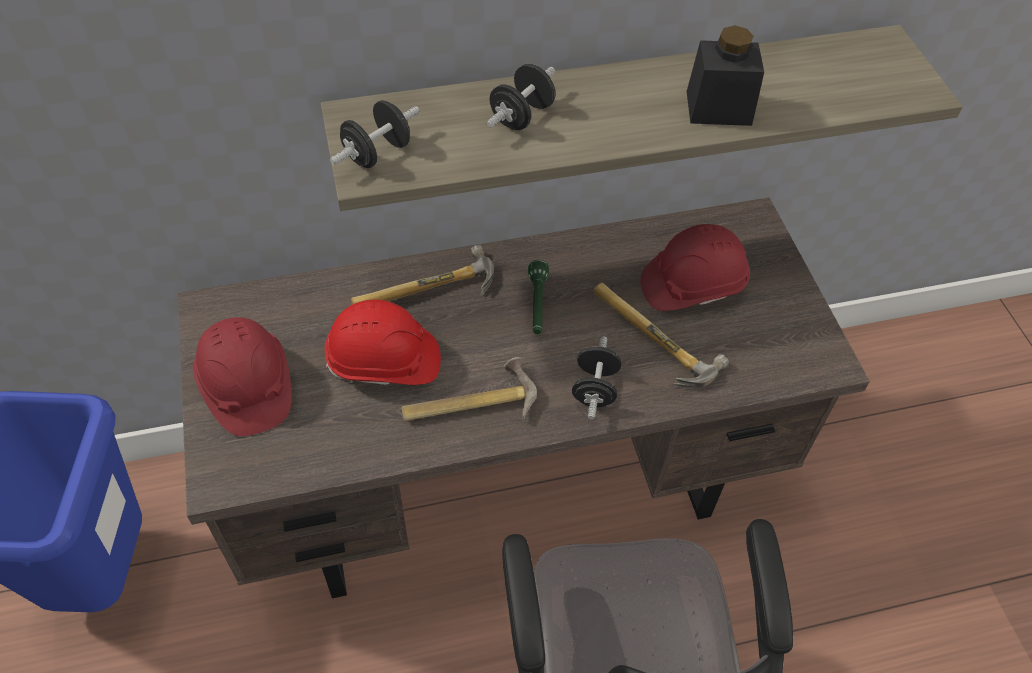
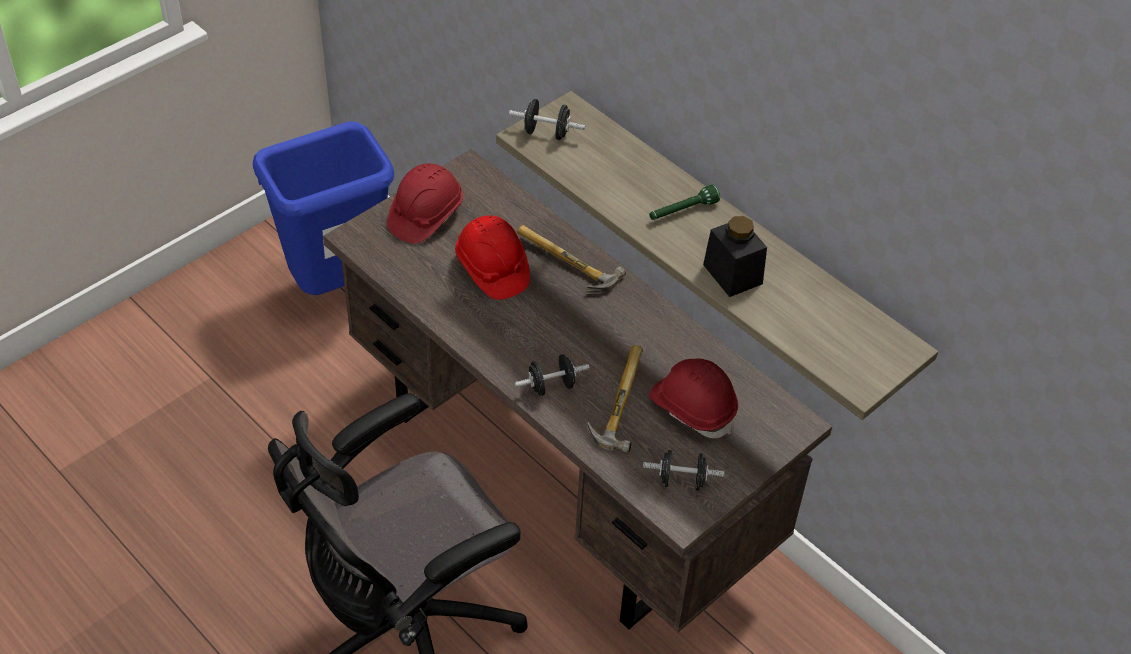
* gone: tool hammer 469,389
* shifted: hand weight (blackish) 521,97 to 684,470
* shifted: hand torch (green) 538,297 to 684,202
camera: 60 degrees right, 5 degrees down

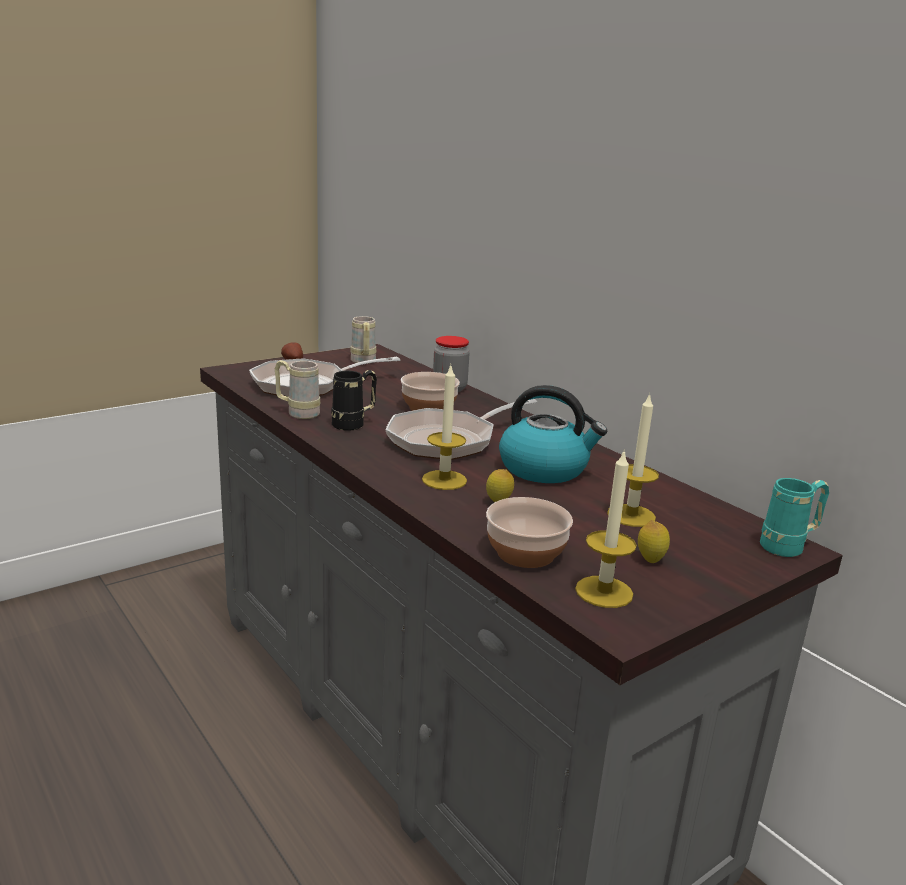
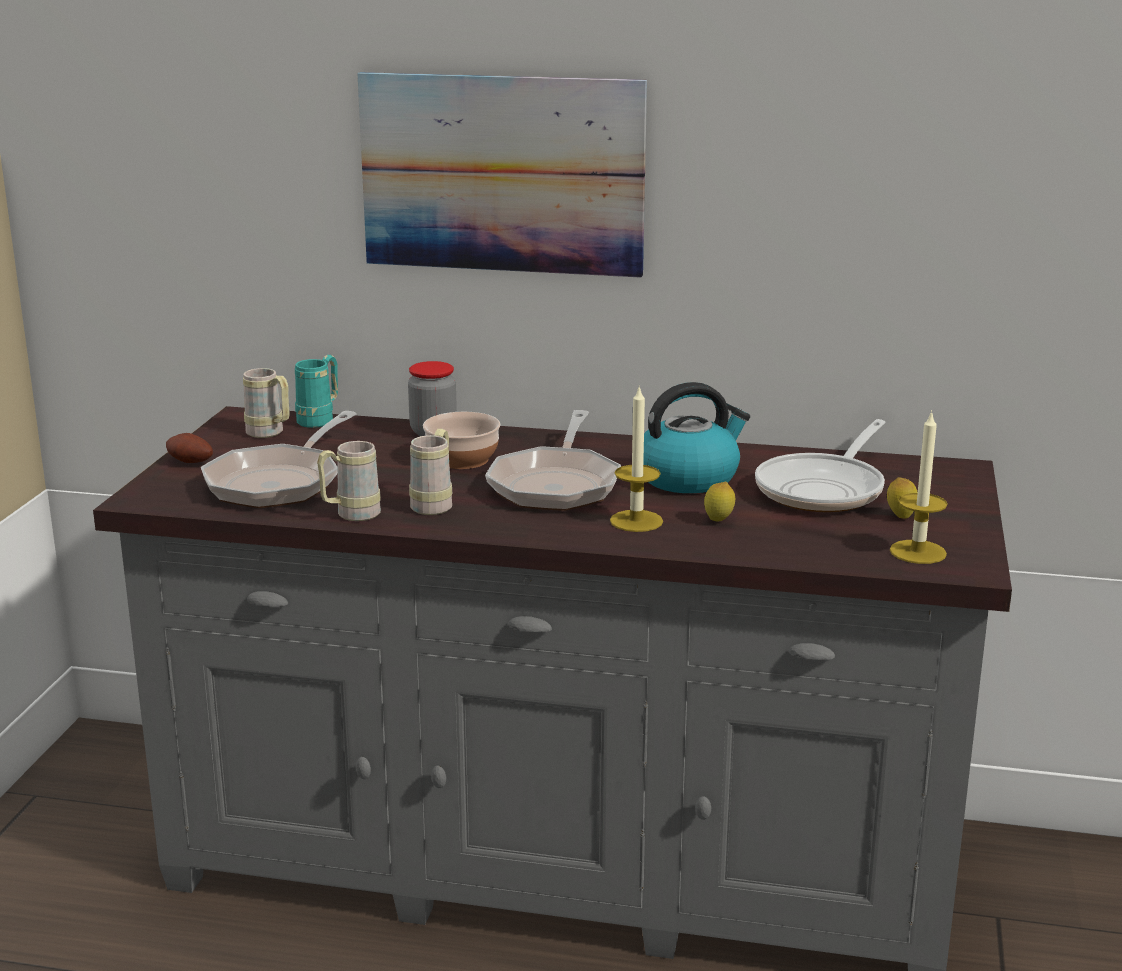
* repainted: tea mug (blackish) 354,400 to tea mug (beige) 431,472
* gone: serving bowl 529,532
* swapped: wax light 633,460 to frying pan 820,465
* shifted: tea mug (turquoise) 794,517 to 316,391
* new: picture 502,175
camera: 40 degrees left, 0 degrees up

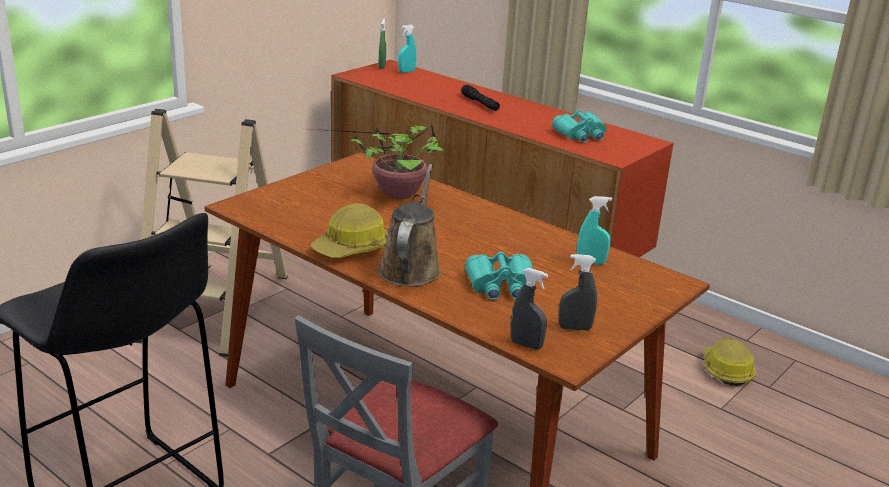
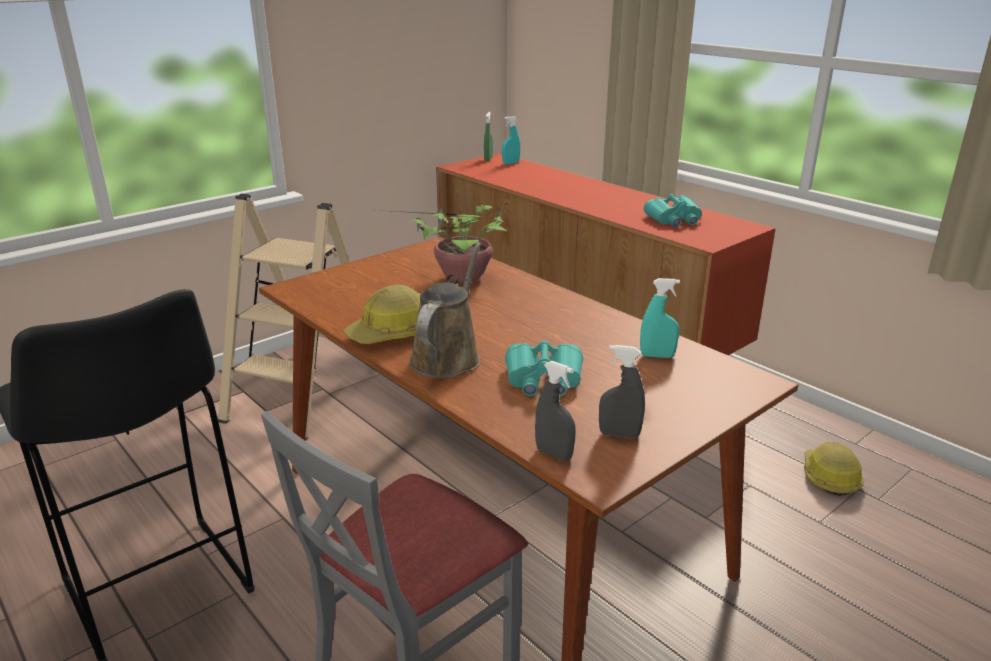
* gone: hand torch (blackish) 480,98
camera: 10 degrees right, 0 degrees up

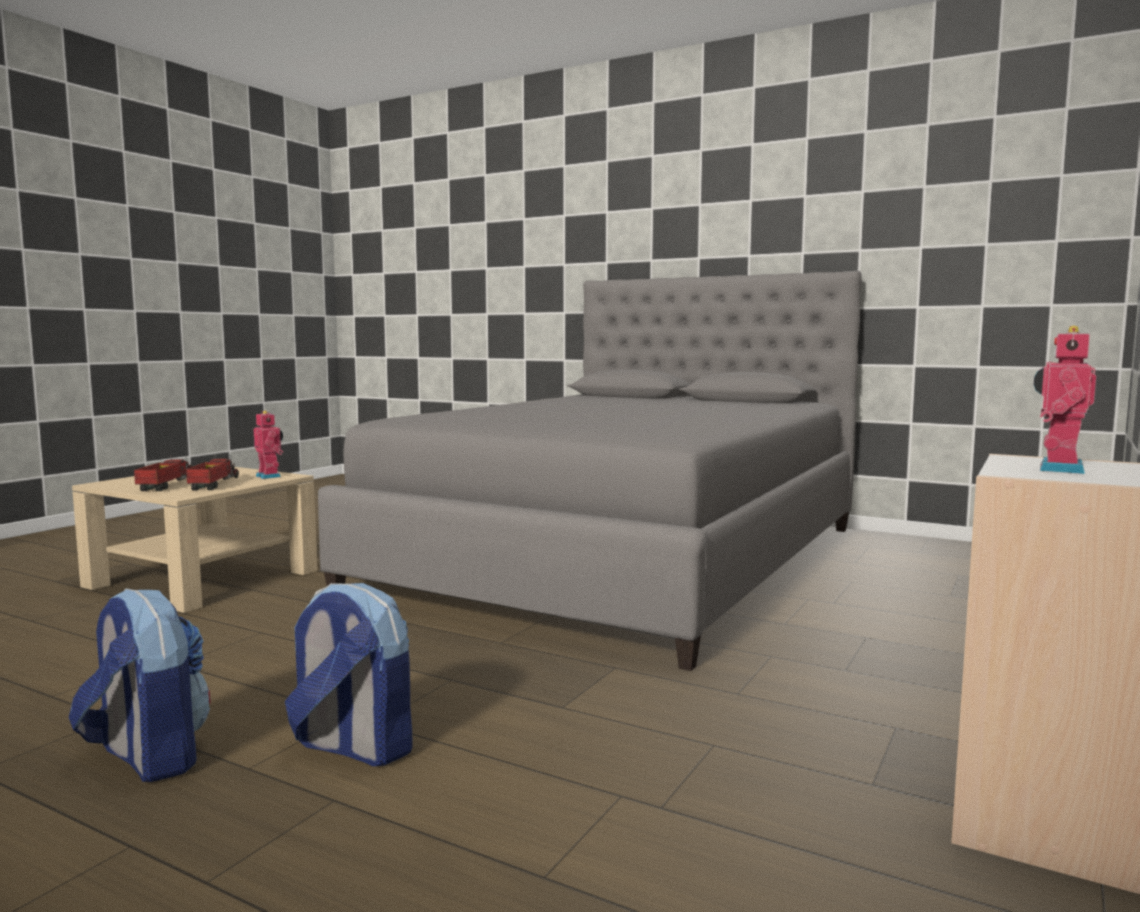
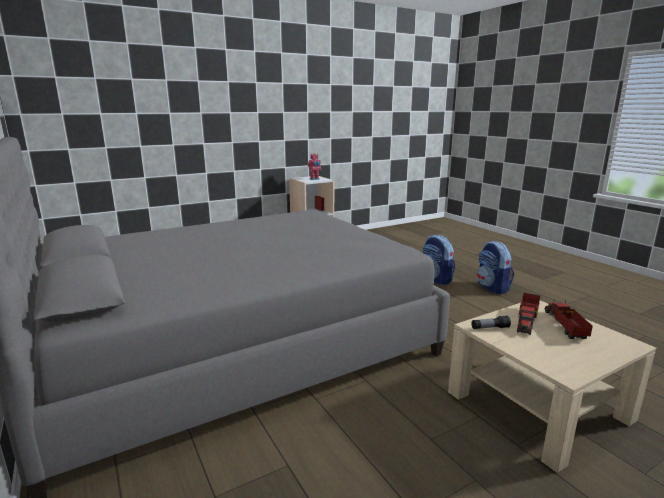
* rotated: toy truck 163,473 = 569,319 150 degrees clockwise
* swapped: robot figure 268,445 to hand torch 491,322
camera: 150 degrees left, 10 degrees up

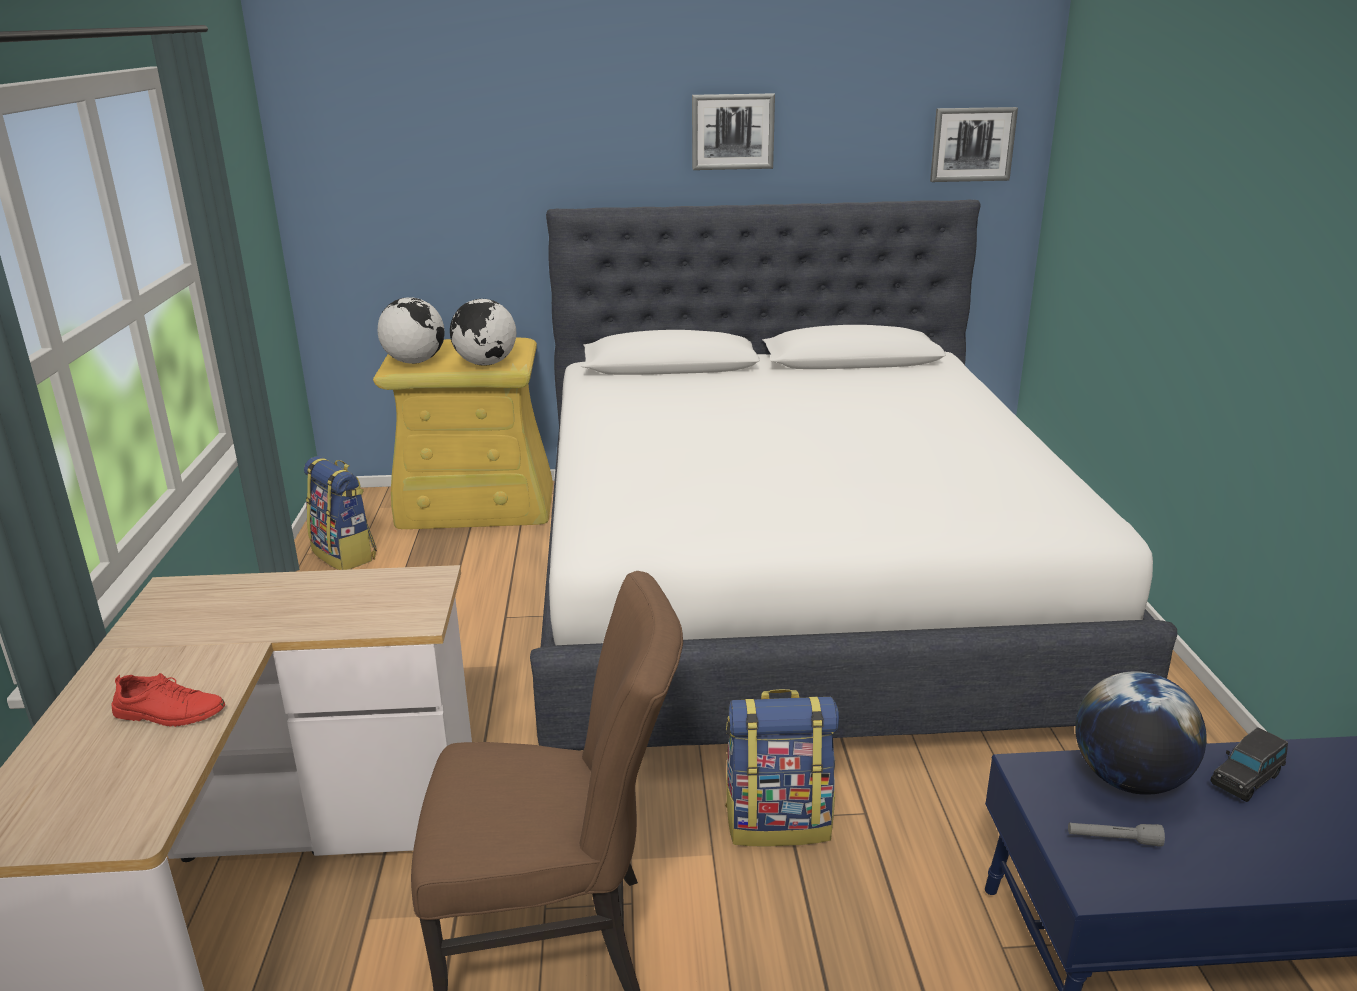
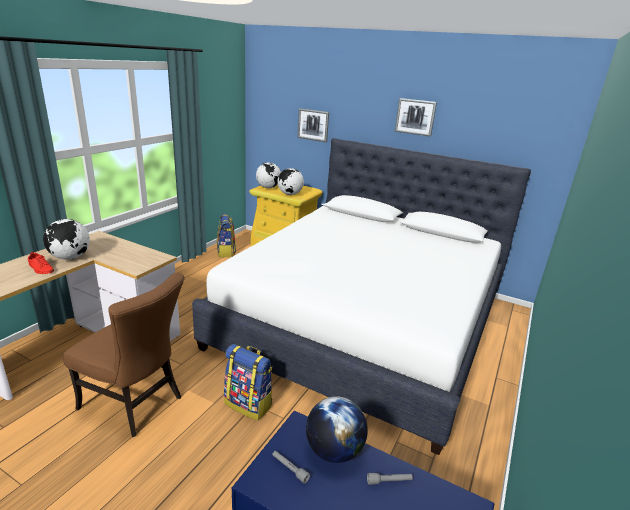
* shifted: picture 974,144 to 313,125
* swapped: miniature car (blackish) 1249,764 to hand torch (gray) 390,479
* new: globe 66,239
camera: 30 degrees right, 0 degrees up

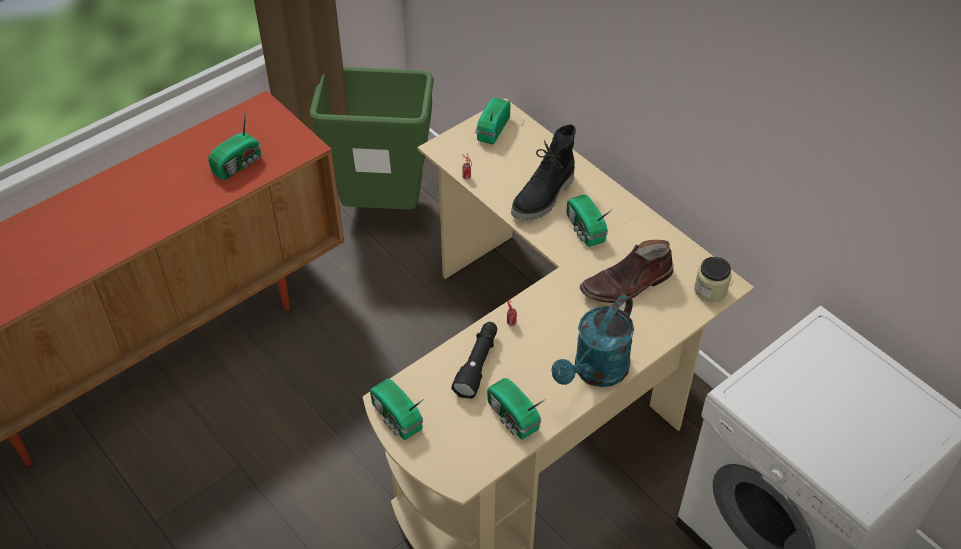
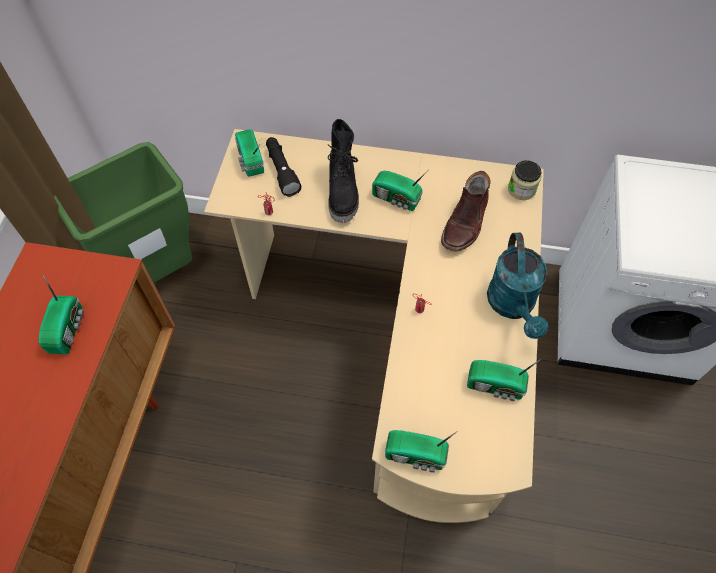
* shifted: hand torch (blackish) 474,360 to 283,167
camera: 40 degrees left, 10 degrees up

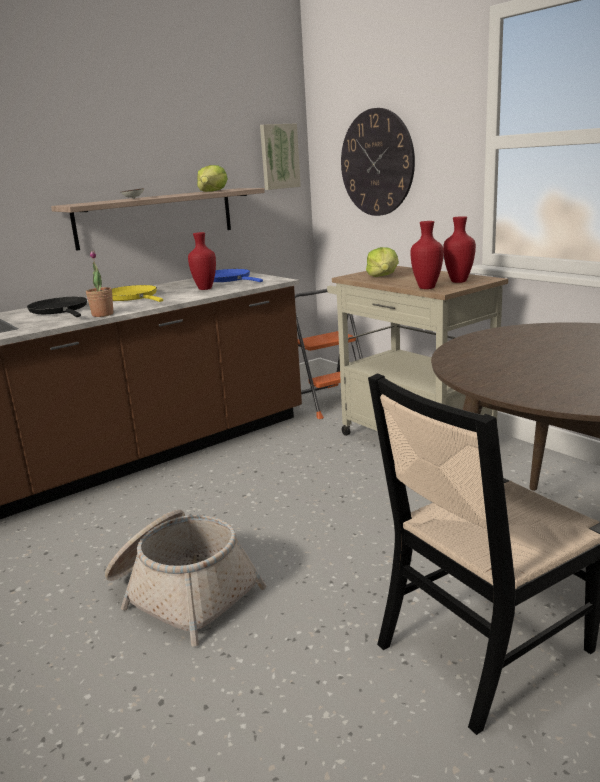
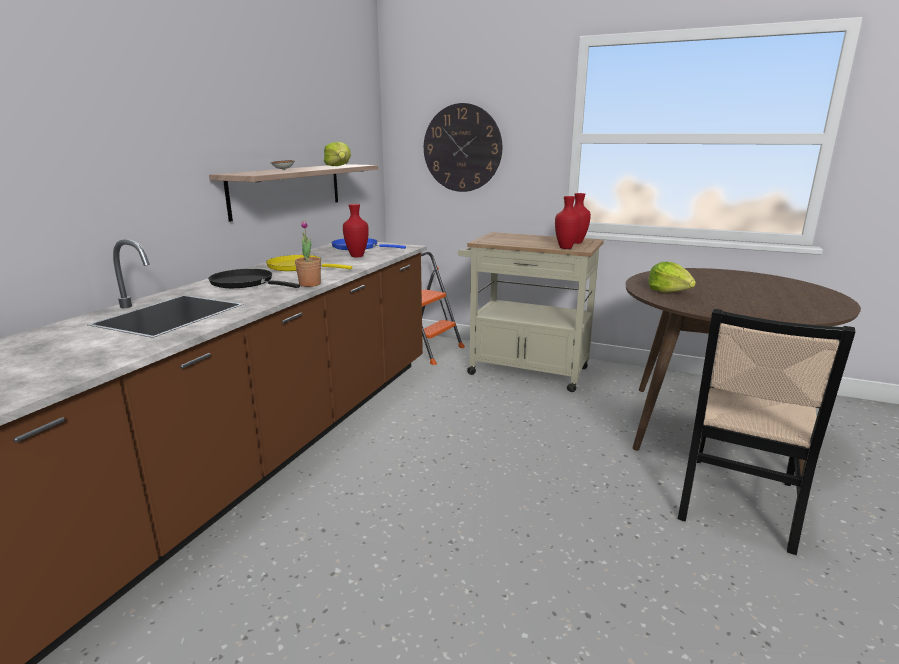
* gone: household basket 185,578
* gone: picture 280,156
* shifted: head of lettuce 382,262 to 672,277
camera: 30 degrees left, 0 degrees up

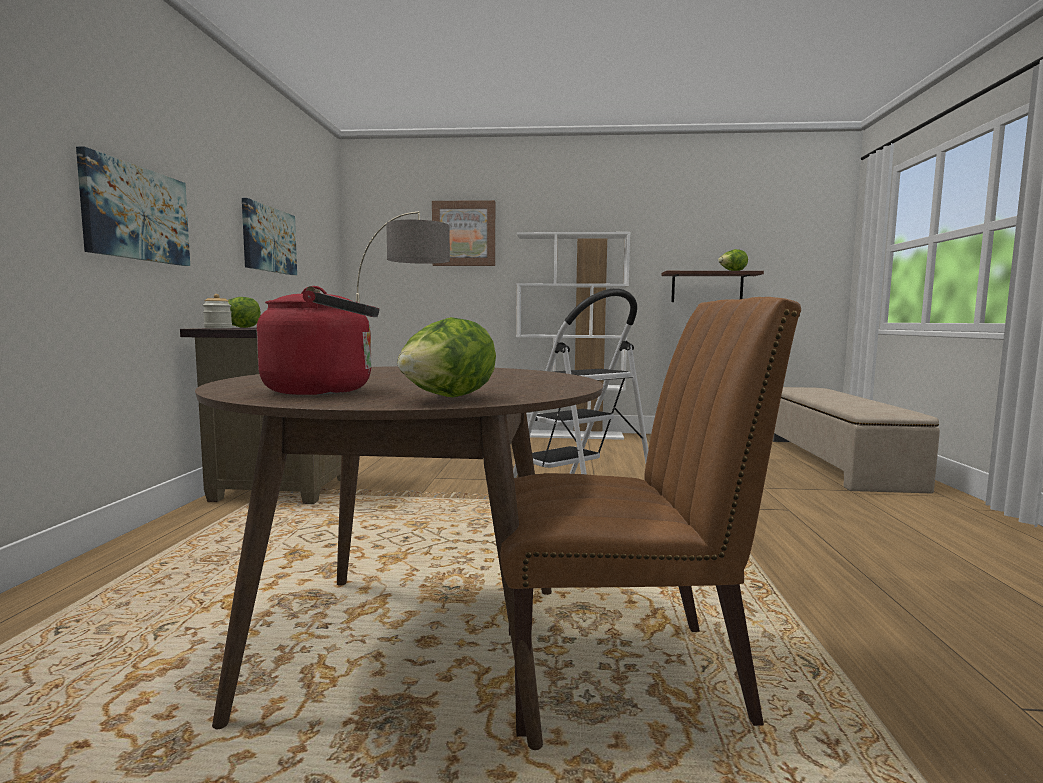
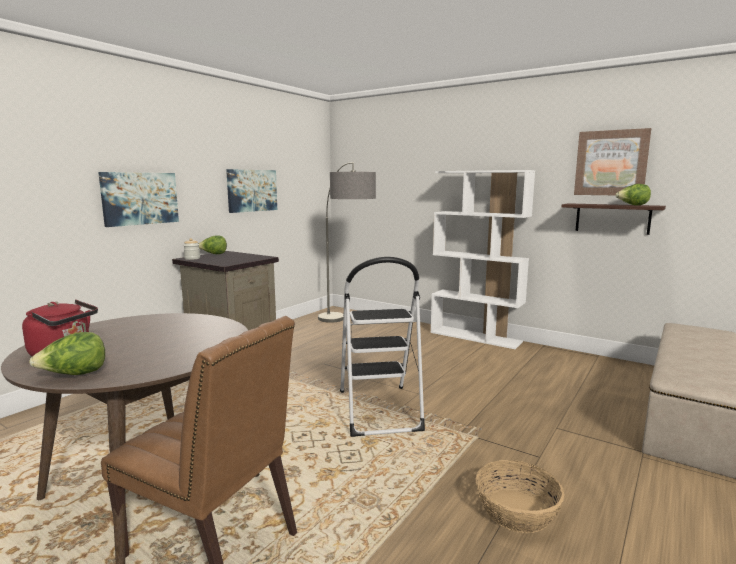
* shifted: picture 463,233 to 612,161
* new: household basket 520,496
camera: 30 degrees right, 5 degrees up

